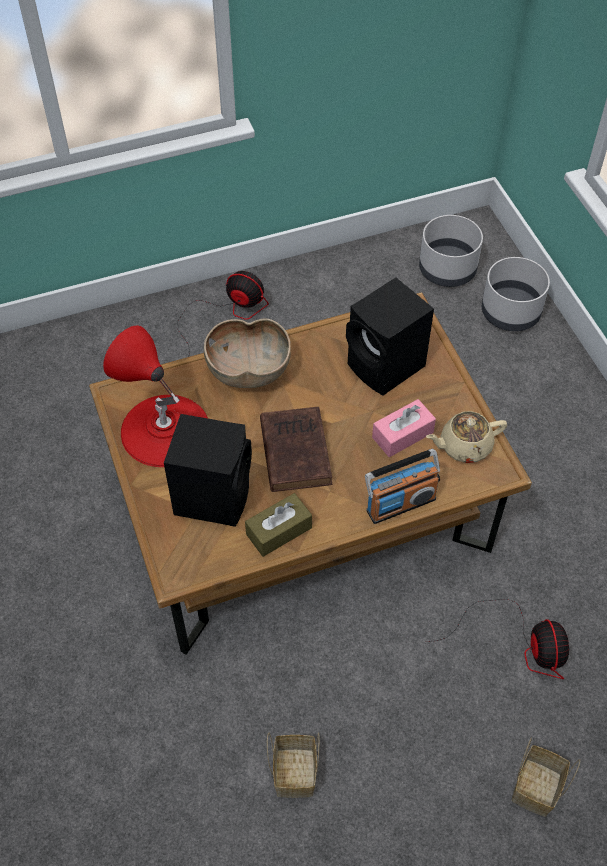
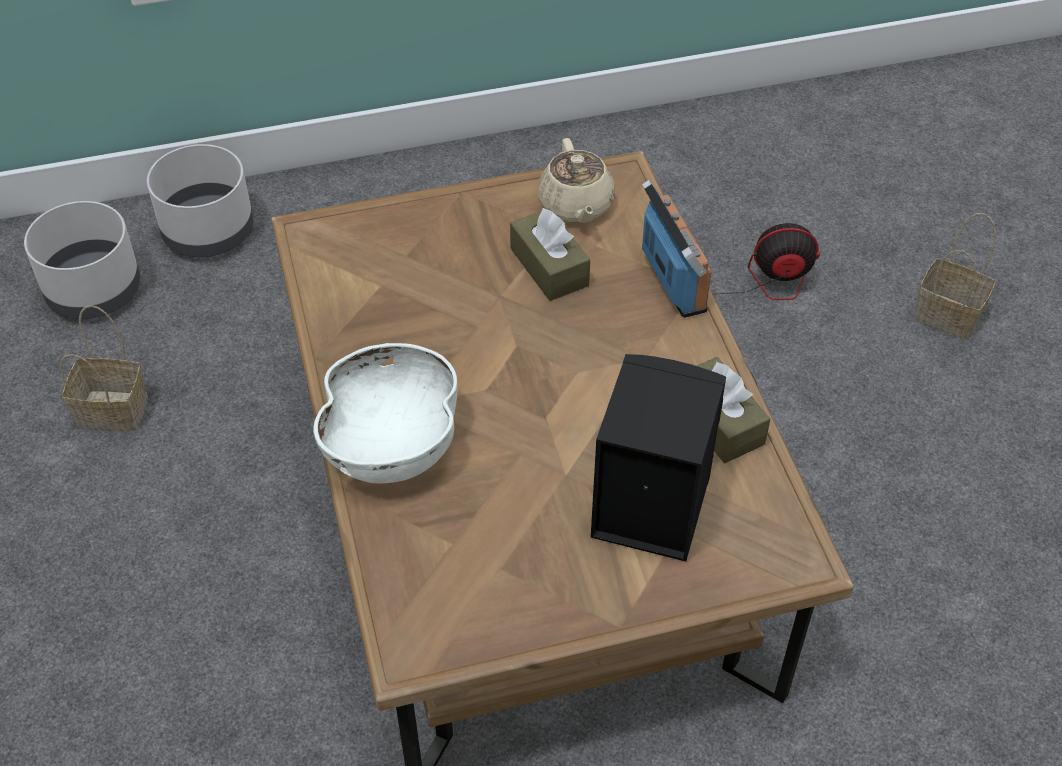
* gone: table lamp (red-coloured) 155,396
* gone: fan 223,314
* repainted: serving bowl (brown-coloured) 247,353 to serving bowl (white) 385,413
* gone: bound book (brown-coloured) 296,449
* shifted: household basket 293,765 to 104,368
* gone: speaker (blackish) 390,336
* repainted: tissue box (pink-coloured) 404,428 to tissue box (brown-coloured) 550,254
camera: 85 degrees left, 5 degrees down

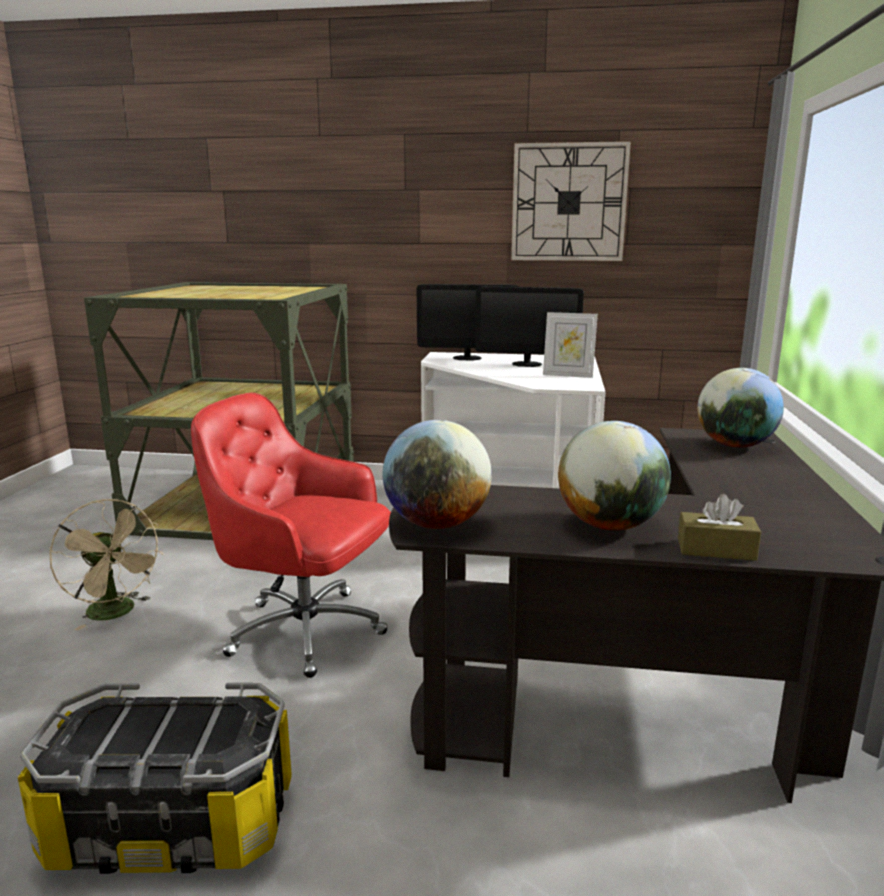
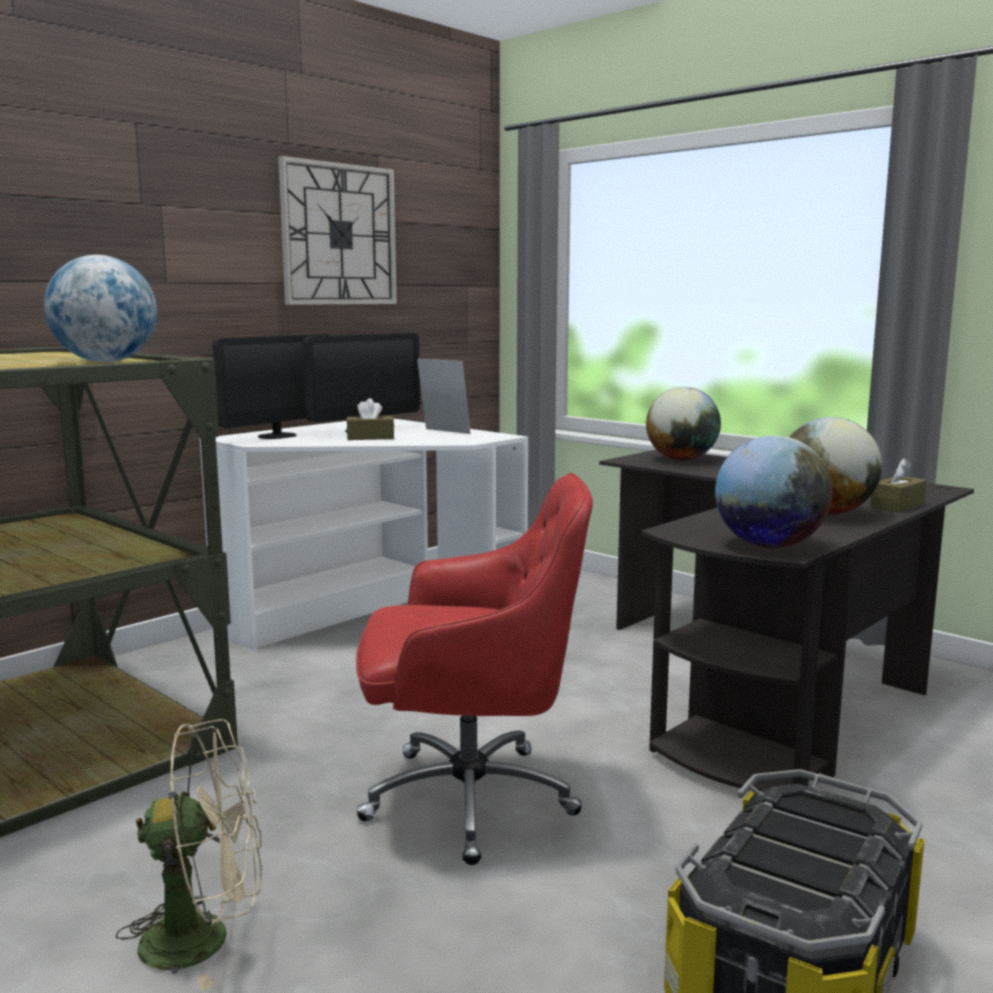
* rotated: computer chair (red-coloured) 291,535 = 474,669 150 degrees counterclockwise
* rotated: standing frame 570,345 = 444,396 105 degrees counterclockwise
* new: globe 100,308
* new: tissue box (brown-coloured) 370,419
camera: 55 degrees left, 5 degrees down

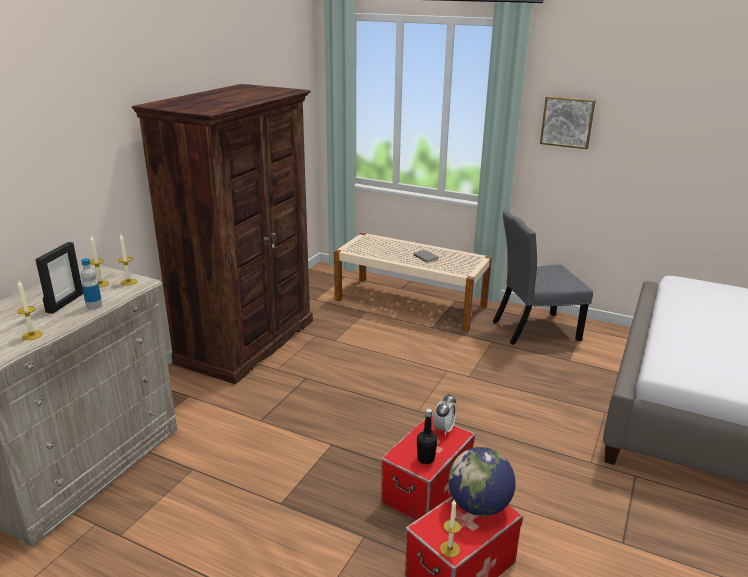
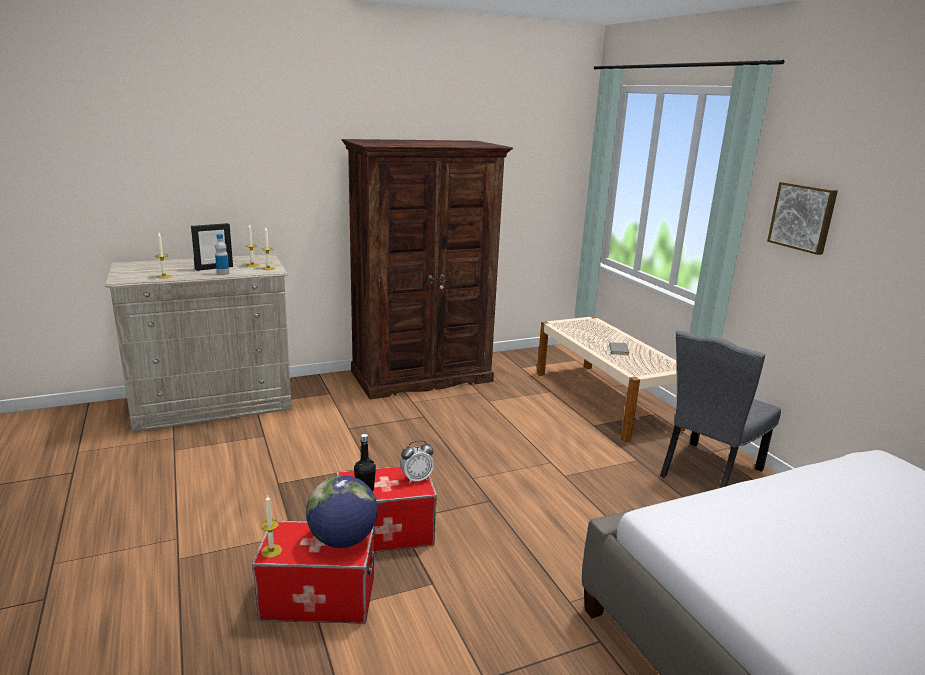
* rotated: chair (gray) 542,278 = 720,409 75 degrees counterclockwise
camera: 40 degrees right, 5 degrees down

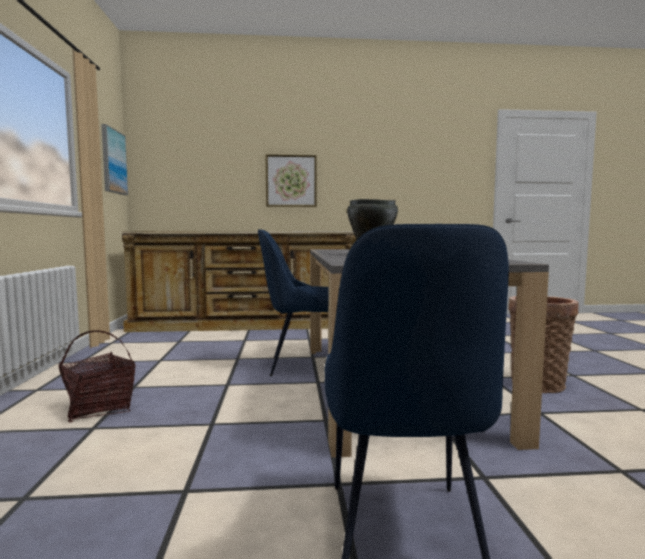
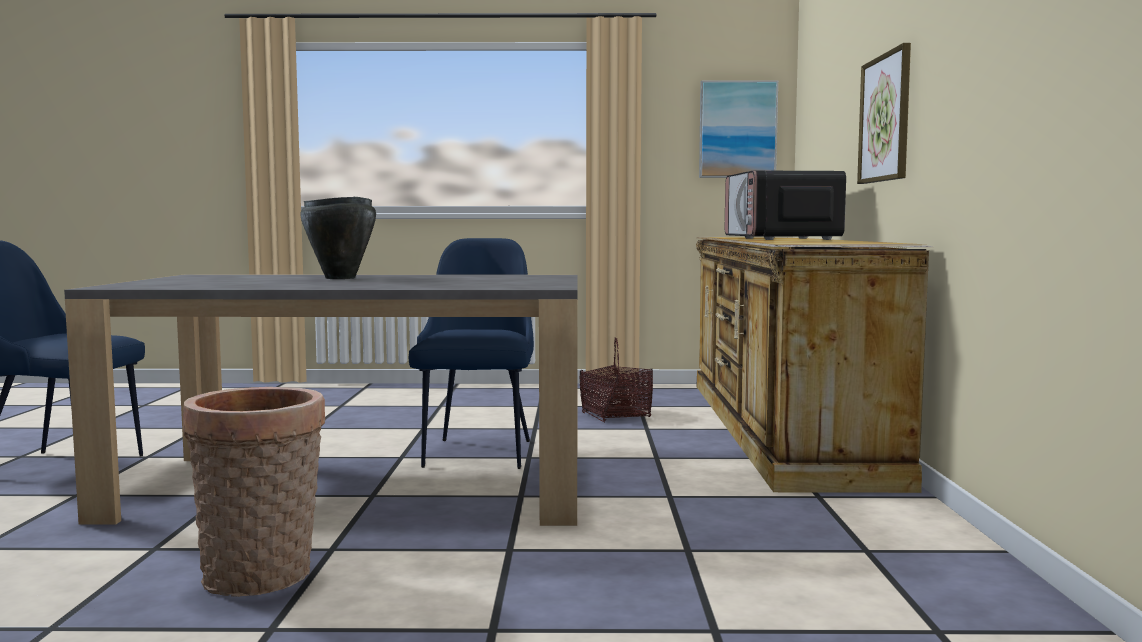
* shifted: household basket 97,376 to 616,379
* new: microwave oven 785,205
camera: 95 degrees right, 0 degrees up

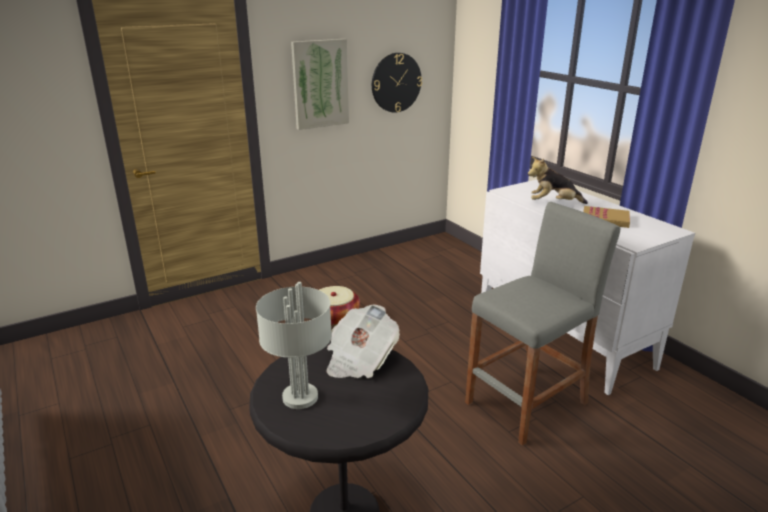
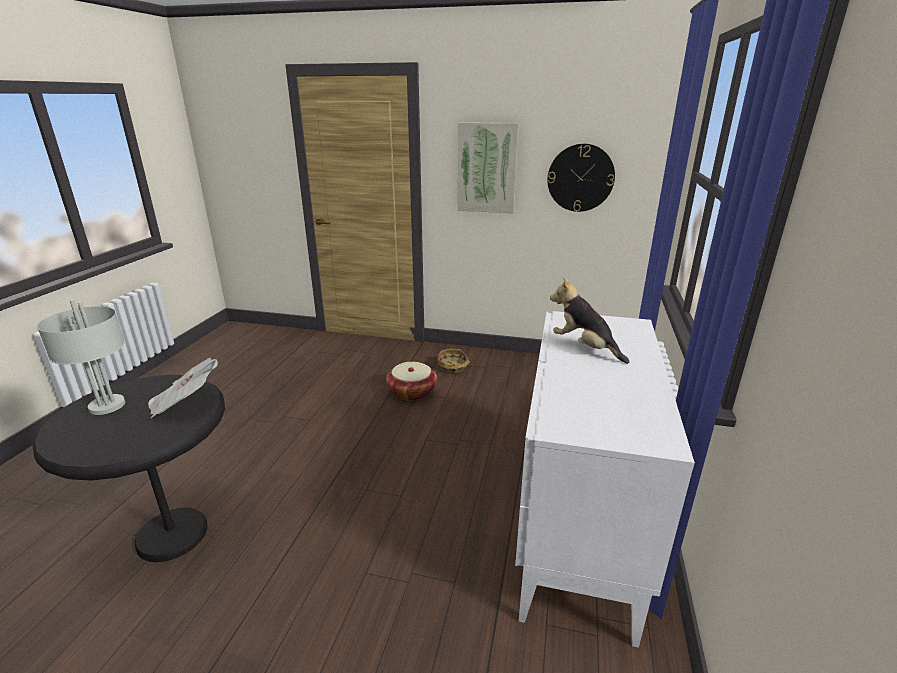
* gone: stool (gray) 543,324
* gone: bound book 606,217
* new: household basket 455,361
camera: 45 degrees right, 0 degrees up

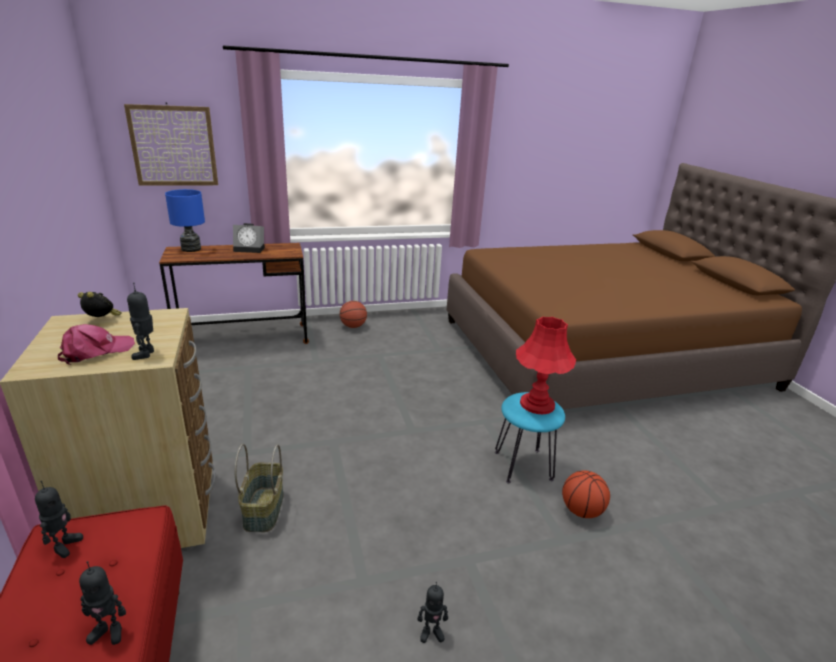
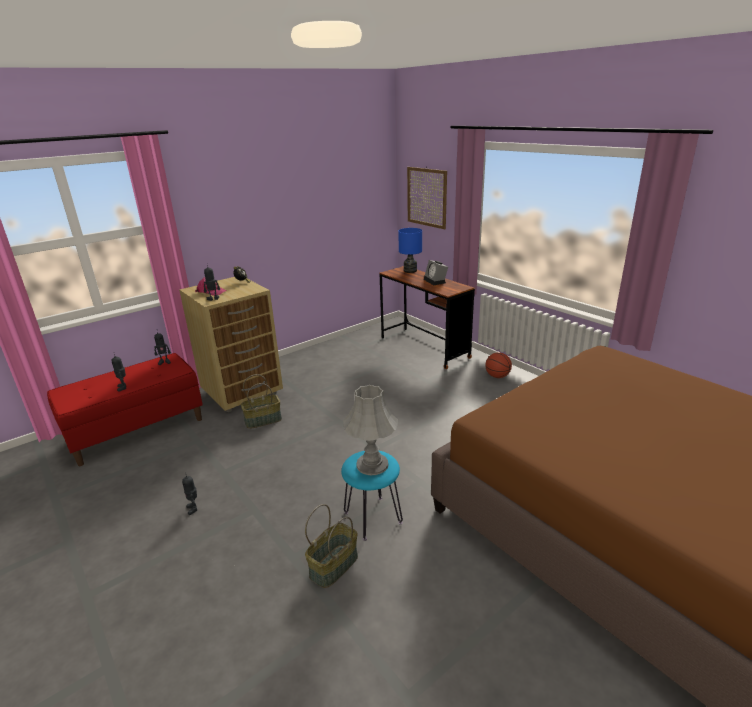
* repainted: table lamp (red-coloured) 546,365 to table lamp (gray) 370,430
* swapped: basketball 586,494 to household basket 331,546
camera: 70 degrees right, 0 degrees up

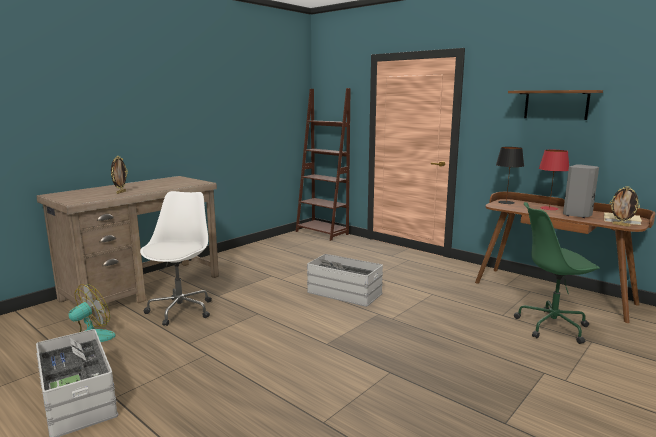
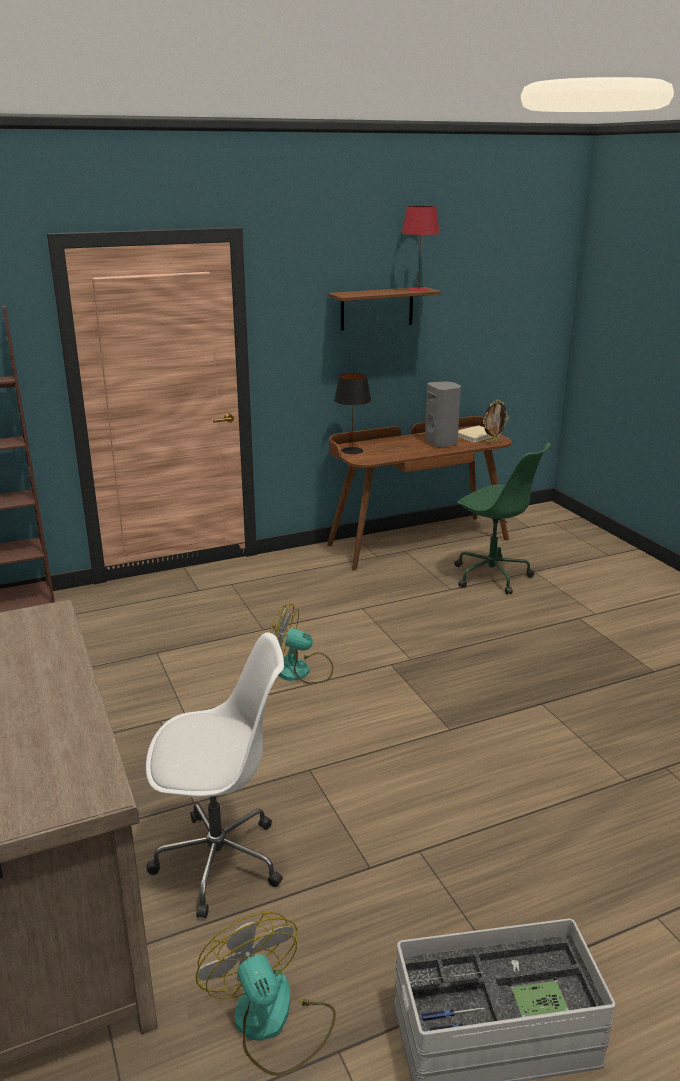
* gone: standing frame 119,175
* rotated: computer chair (white) 176,258 = 215,775 135 degrees clockwise
* swapped: storage bin (gray) 345,280 to fan 301,643
* rotated: computer chair (green) 557,273 = 502,518 75 degrees counterclockwise
* shifted: table lamp (red-coloured) 554,180 to 421,248
camera: 65 degrees left, 10 degrees up

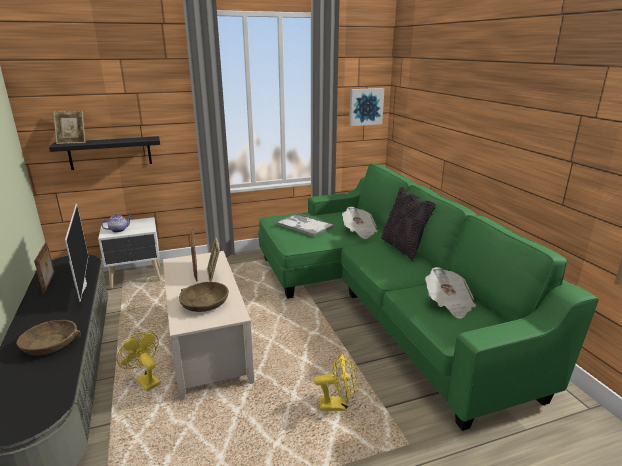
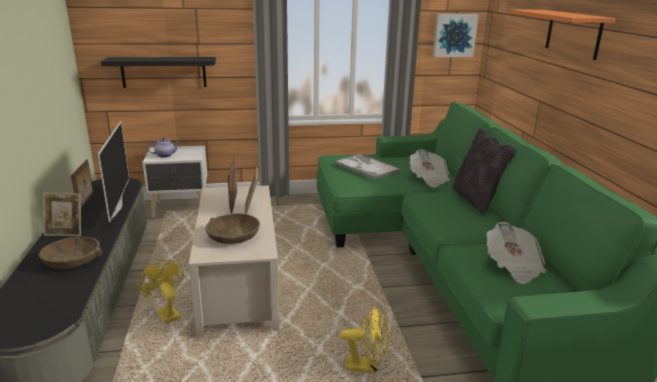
* shifted: standing frame 69,127 to 62,214
* new: shelf (orange-coloured) 562,34
camera: 10 degrees right, 0 degrees up

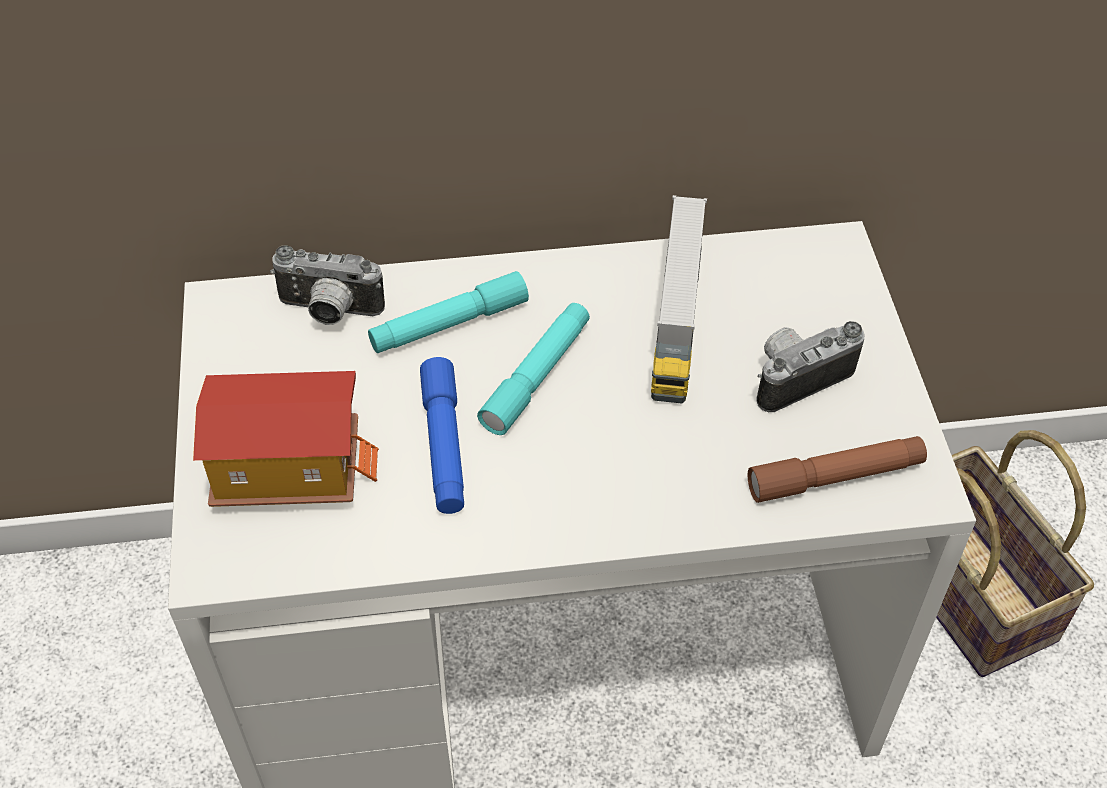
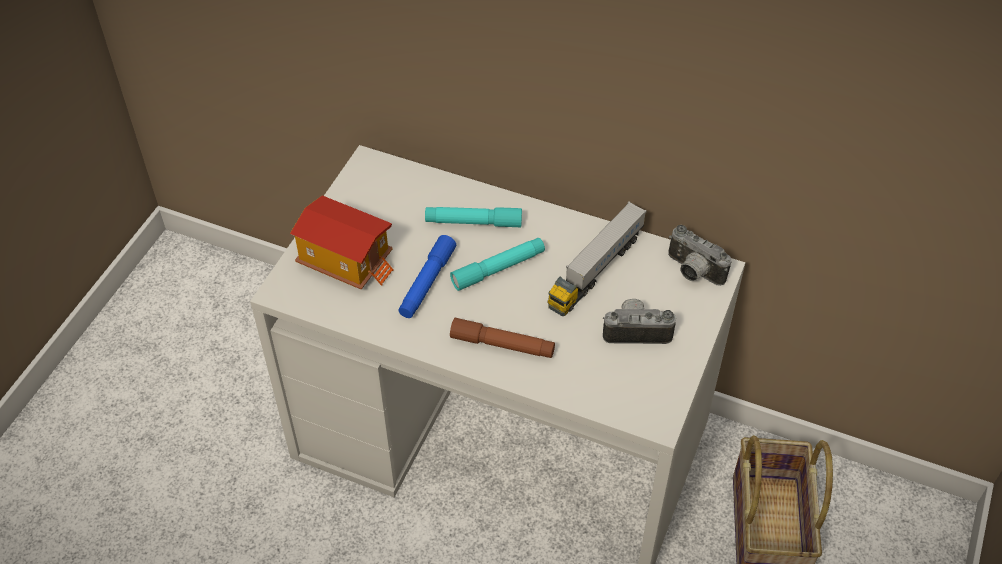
* shifted: still camera 327,285 to 700,255
* shifted: hand torch (brown-coloured) 837,469 to 502,338
camera: 30 degrees right, 0 degrees up

